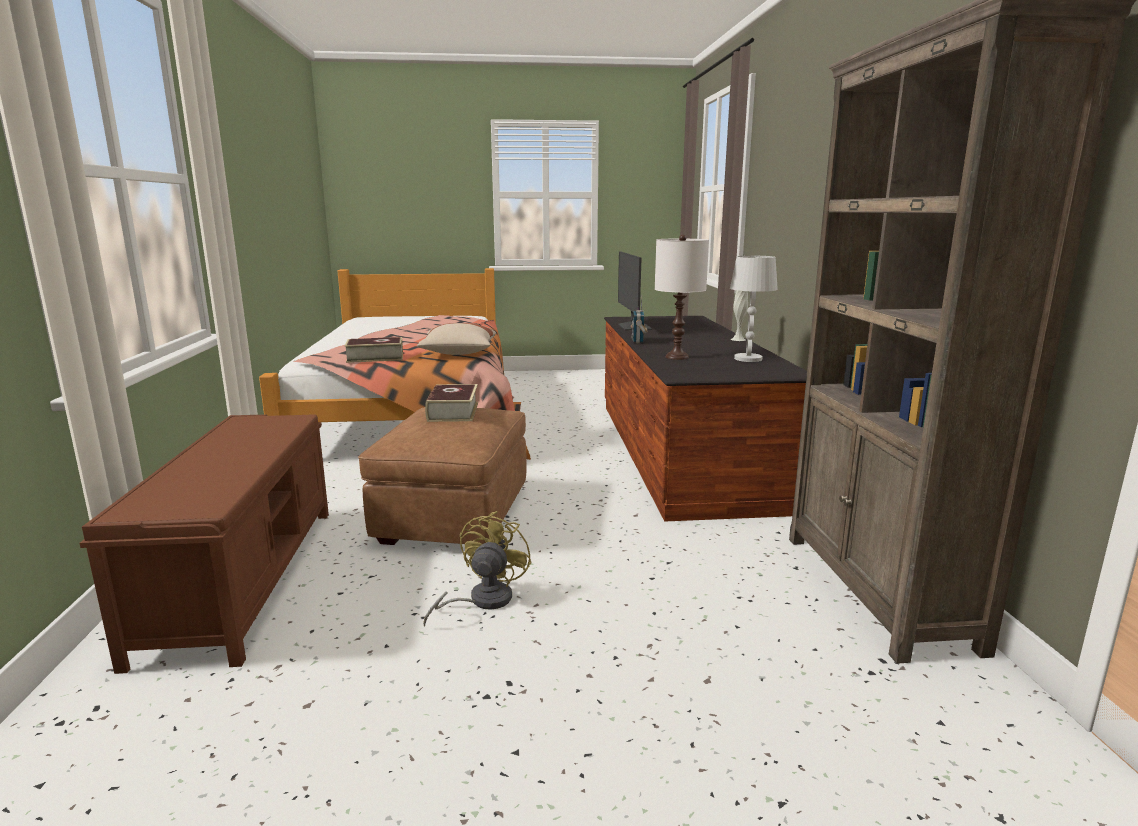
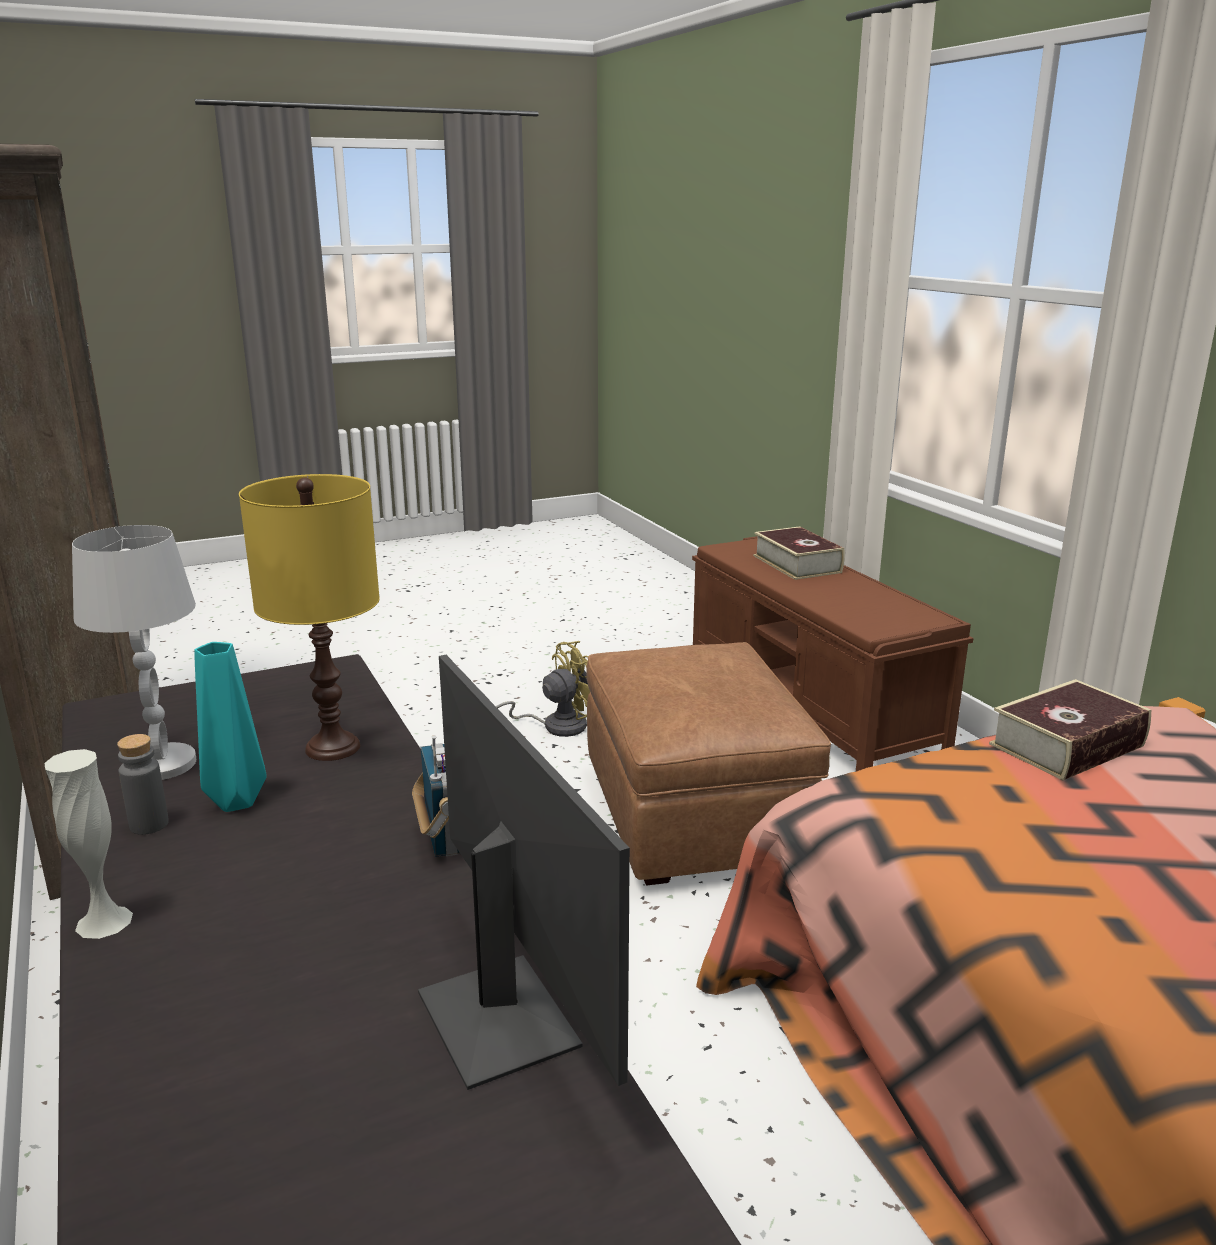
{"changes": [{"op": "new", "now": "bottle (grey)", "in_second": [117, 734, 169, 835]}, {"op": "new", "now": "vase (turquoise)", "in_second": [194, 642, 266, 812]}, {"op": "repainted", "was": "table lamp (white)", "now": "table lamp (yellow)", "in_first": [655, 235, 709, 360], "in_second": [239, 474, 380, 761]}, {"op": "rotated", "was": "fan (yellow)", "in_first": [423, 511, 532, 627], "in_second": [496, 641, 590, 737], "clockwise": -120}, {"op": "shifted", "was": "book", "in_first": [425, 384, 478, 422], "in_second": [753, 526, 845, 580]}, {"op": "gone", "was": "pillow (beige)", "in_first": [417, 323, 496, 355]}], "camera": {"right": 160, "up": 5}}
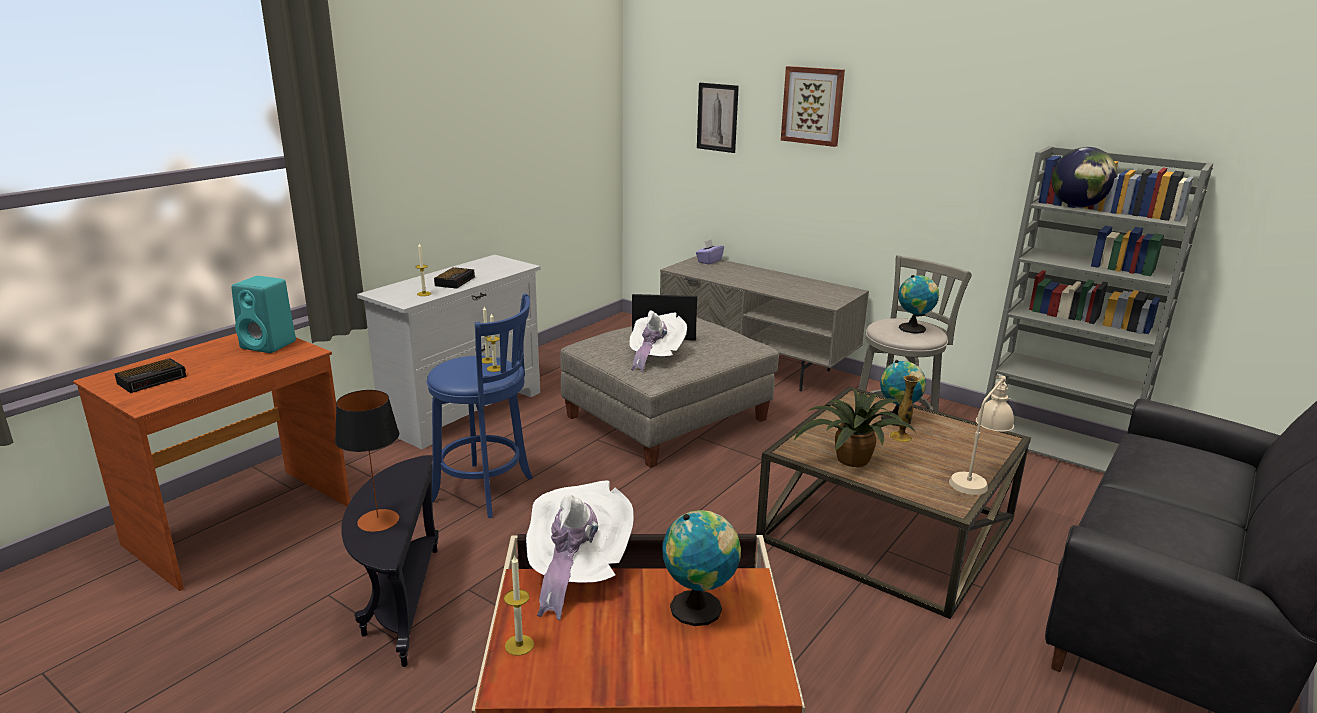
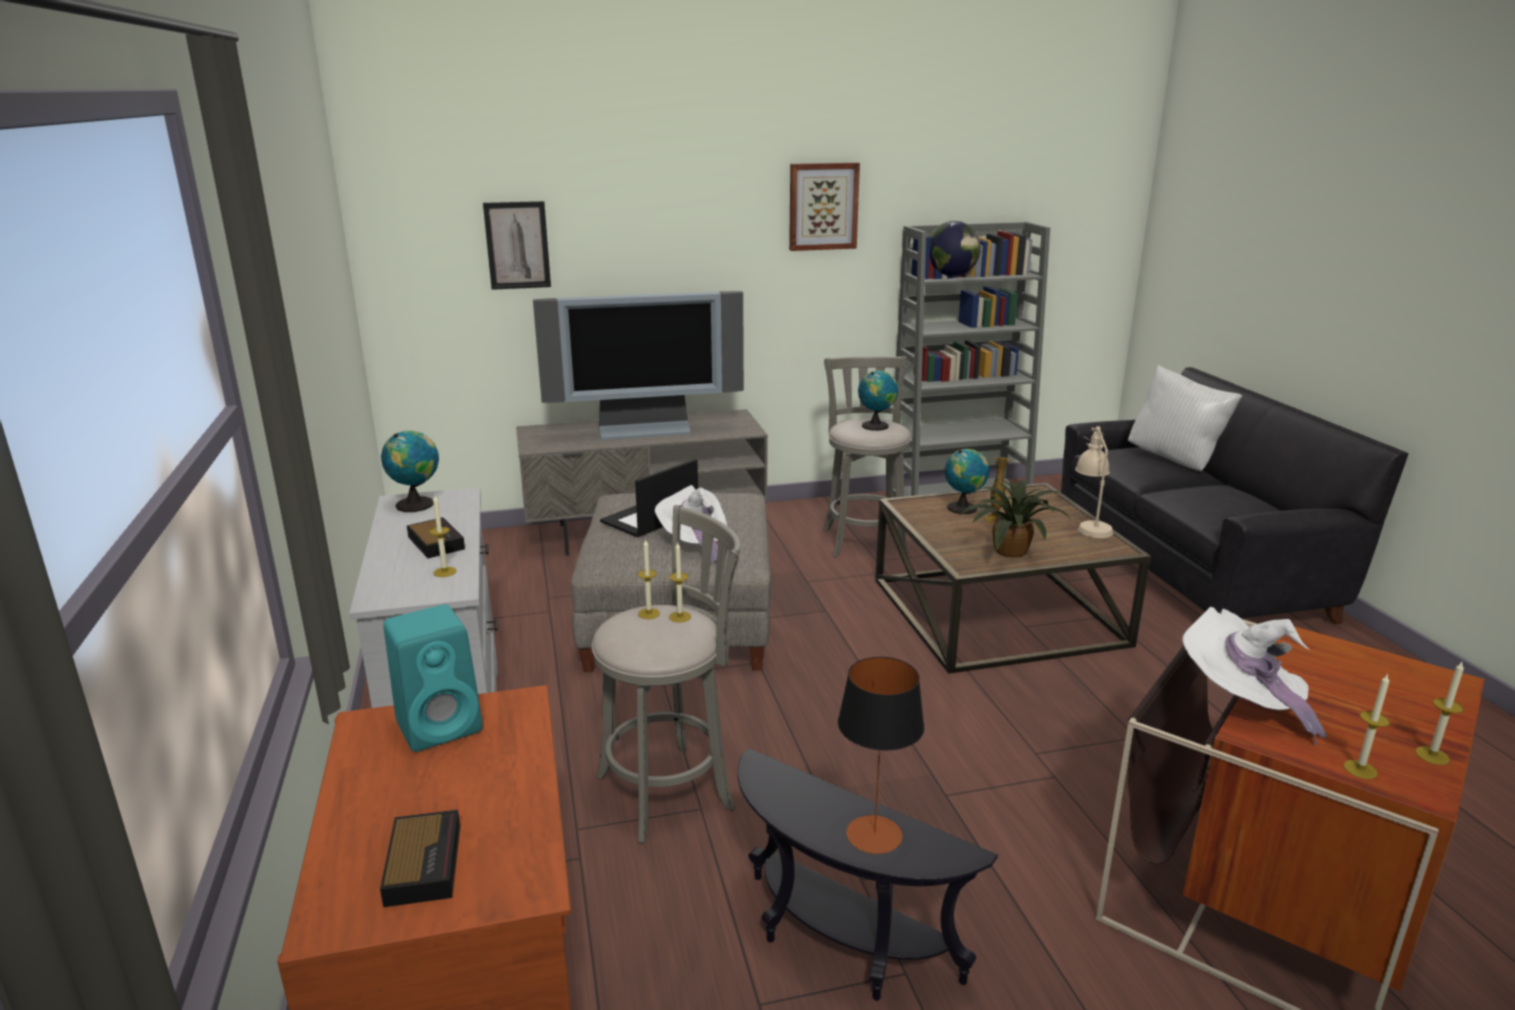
{"changes": [{"op": "shifted", "was": "globe", "in_first": [662, 510, 741, 626], "in_second": [381, 431, 439, 512]}, {"op": "new", "now": "television", "in_second": [533, 291, 744, 440]}, {"op": "repainted", "was": "stool (blue)", "now": "stool (grey)", "in_first": [427, 293, 533, 518], "in_second": [592, 505, 741, 844]}, {"op": "shifted", "was": "picture", "in_first": [781, 66, 845, 147], "in_second": [789, 163, 860, 251]}, {"op": "new", "now": "pillow (white)", "in_second": [1128, 365, 1242, 471]}, {"op": "new", "now": "candle", "in_second": [1415, 662, 1464, 765]}, {"op": "gone", "was": "tissue box (purple)", "in_first": [696, 239, 724, 265]}], "camera": {"right": -50, "up": 0}}
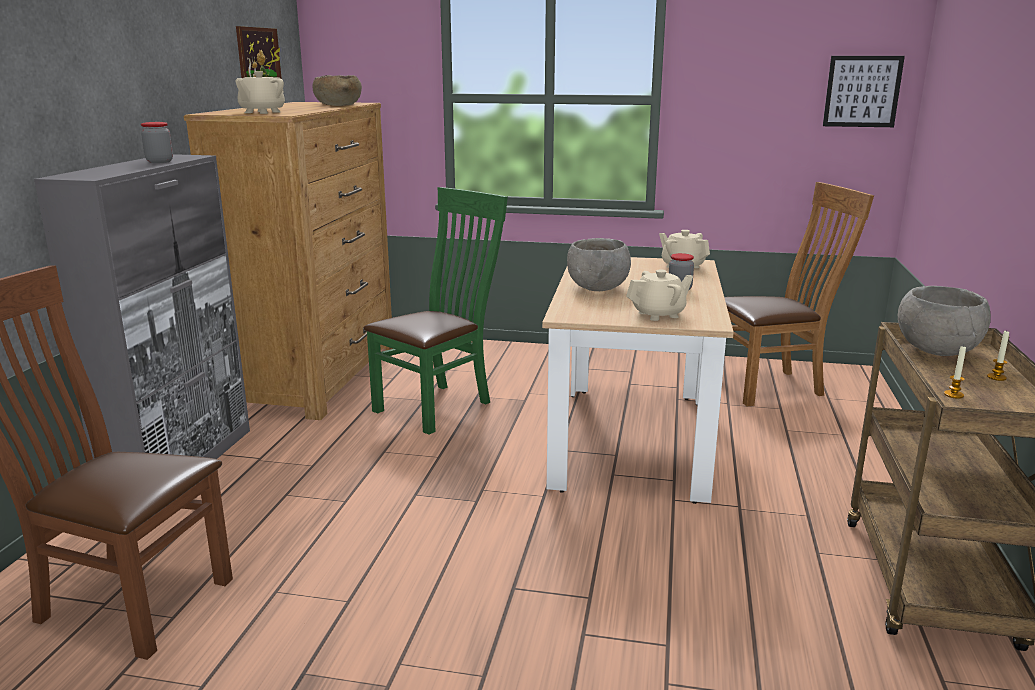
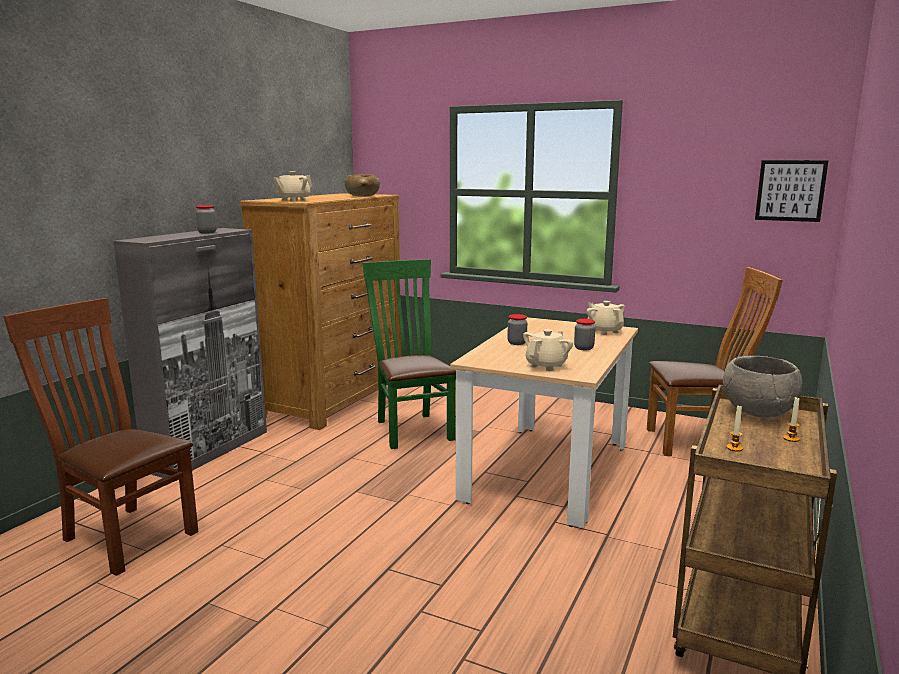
{"changes": [{"op": "rotated", "was": "chair (green)", "in_first": [363, 187, 508, 435], "in_second": [362, 259, 456, 449], "clockwise": -75}, {"op": "swapped", "was": "bowl (grey)", "now": "jar", "in_first": [567, 238, 631, 291], "in_second": [507, 314, 527, 345]}, {"op": "rotated", "was": "teapot (beige)", "in_first": [626, 269, 693, 321], "in_second": [523, 329, 573, 371], "clockwise": -45}, {"op": "gone", "was": "picture", "in_first": [236, 26, 282, 79]}], "camera": {"right": 15, "up": -5}}
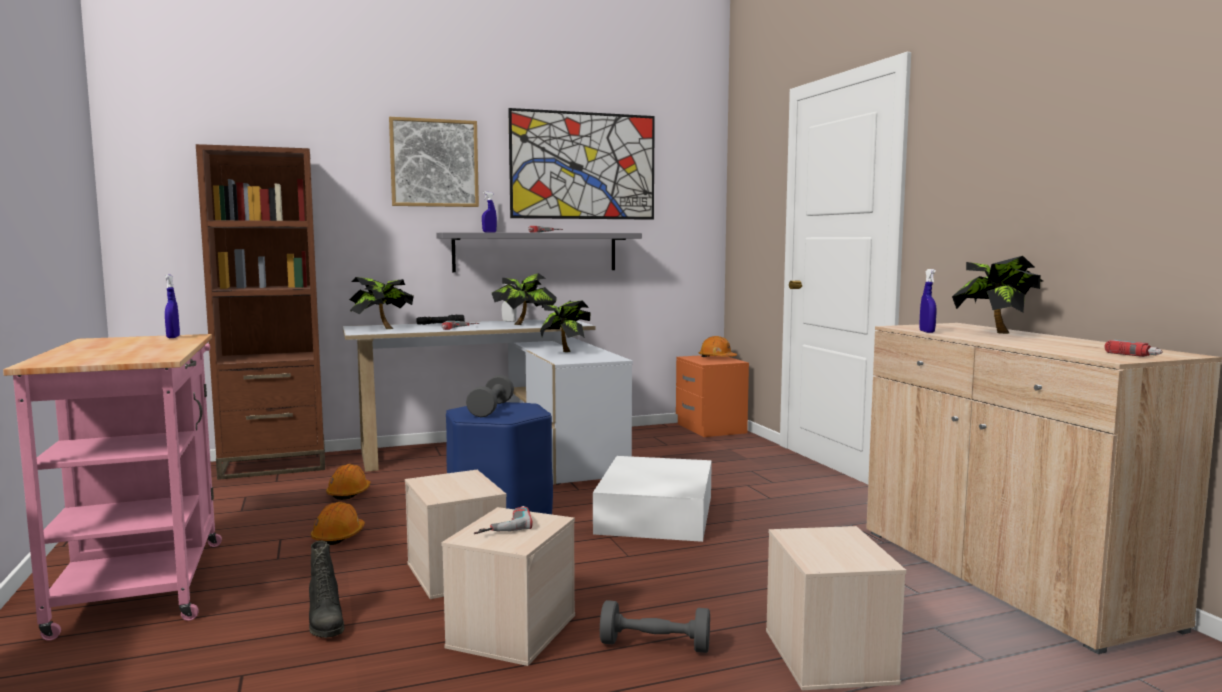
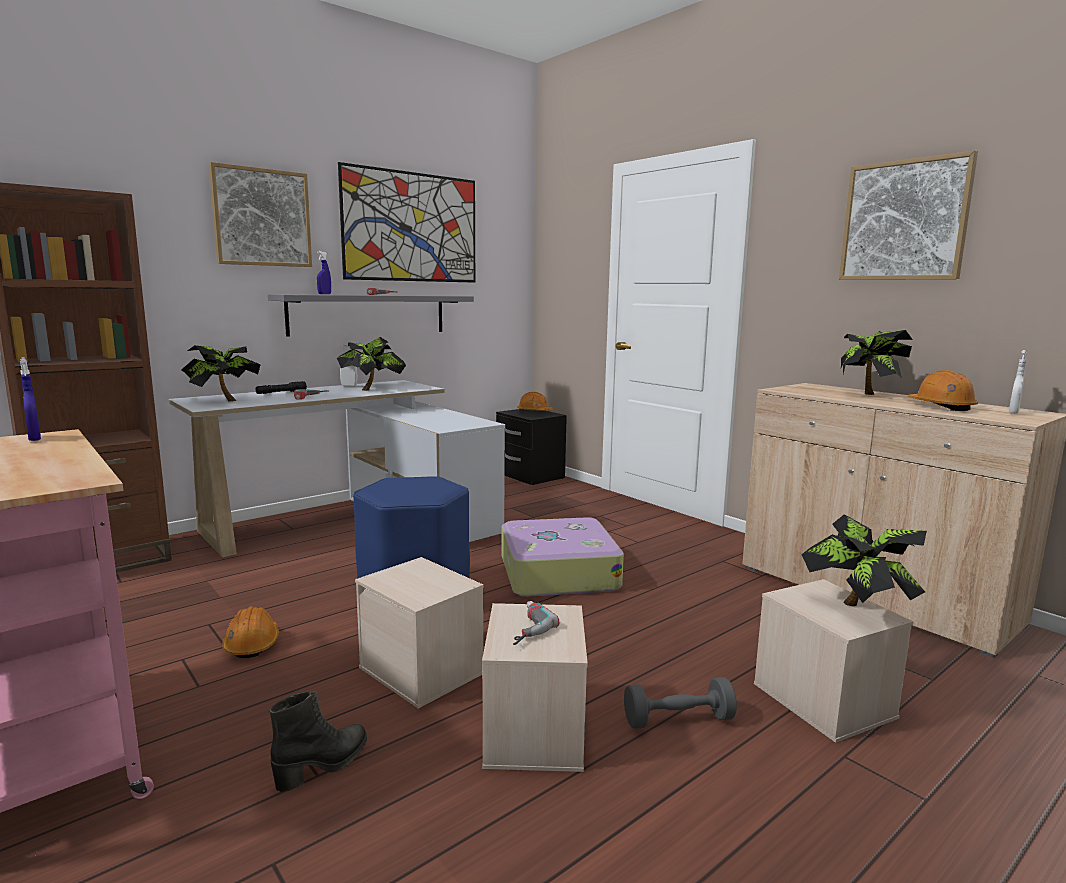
{"changes": [{"op": "rotated", "was": "boot (black)", "in_first": [309, 541, 344, 638], "in_second": [269, 691, 367, 792], "clockwise": -90}, {"op": "repainted", "was": "nightstand (orange)", "now": "nightstand (black)", "in_first": [676, 355, 749, 437], "in_second": [496, 409, 567, 485]}, {"op": "swapped", "was": "storage box (white)", "now": "suitcase", "in_first": [593, 456, 712, 542], "in_second": [501, 517, 624, 597]}, {"op": "shifted", "was": "potted plant", "in_first": [540, 300, 591, 352], "in_second": [801, 514, 927, 606]}, {"op": "new", "now": "picture", "in_second": [839, 151, 978, 280]}, {"op": "shifted", "was": "hard hat (orange)", "in_first": [326, 464, 371, 500], "in_second": [908, 370, 978, 411]}, {"op": "swapped", "was": "power drill", "now": "spray bottle (white)", "in_first": [1104, 339, 1163, 357], "in_second": [1009, 350, 1027, 414]}, {"op": "gone", "was": "dumbbell (grey)", "in_first": [466, 375, 514, 417]}, {"op": "gone", "was": "spray bottle (blue)", "in_first": [920, 269, 937, 333]}], "camera": {"right": -20, "up": 5}}
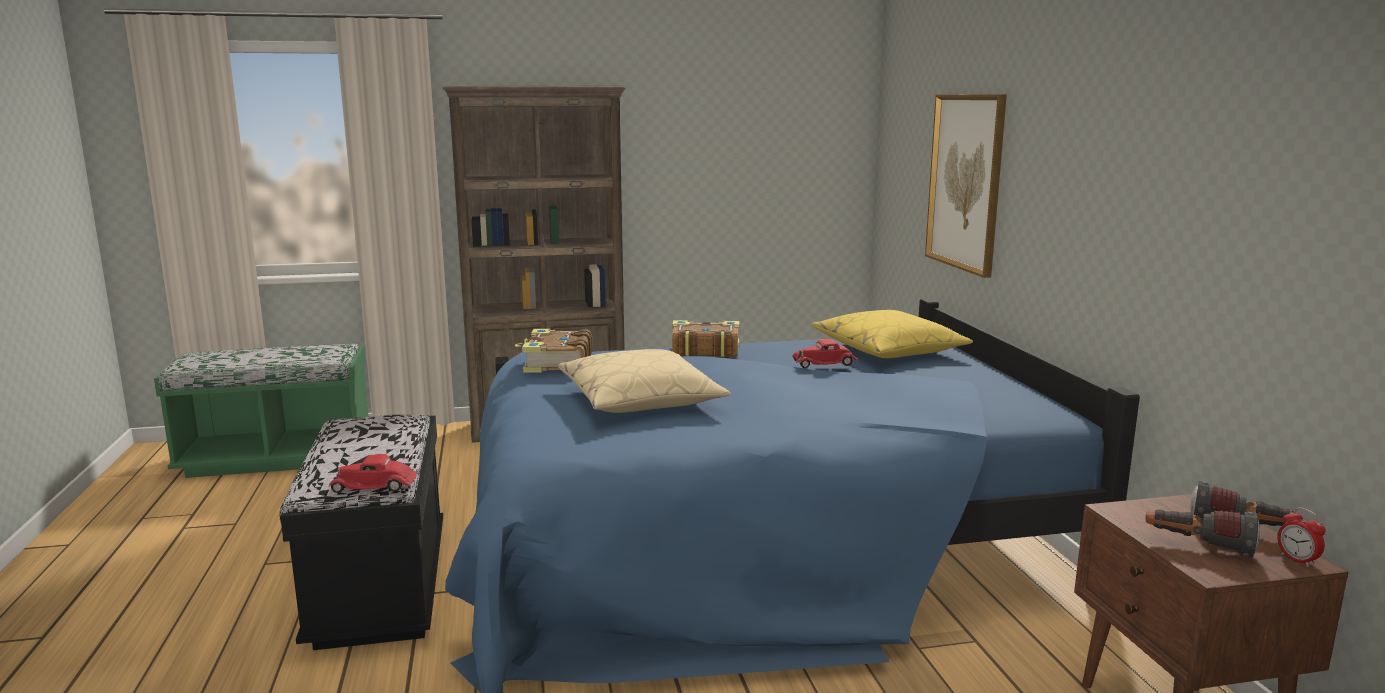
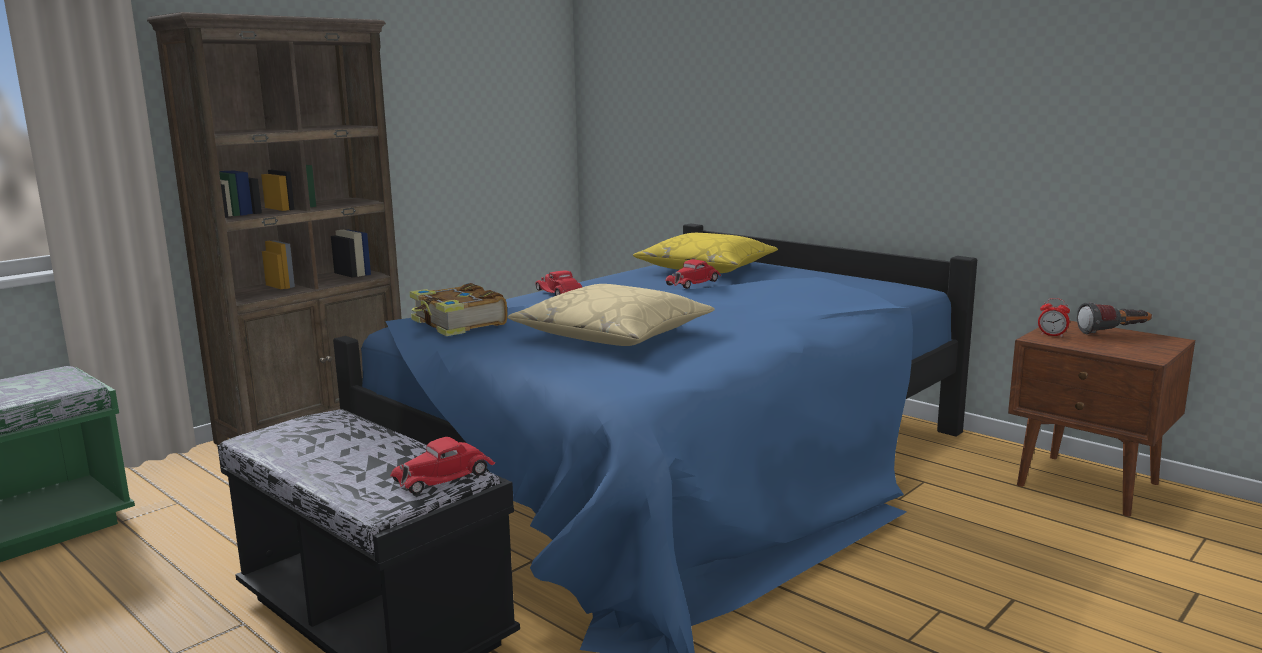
{"changes": [{"op": "swapped", "was": "book", "now": "toy car (red)", "in_first": [672, 320, 739, 358], "in_second": [535, 270, 582, 296]}, {"op": "shifted", "was": "alarm clock", "in_first": [1277, 507, 1326, 567], "in_second": [1038, 298, 1070, 337]}, {"op": "gone", "was": "picture", "in_first": [925, 94, 1007, 278]}, {"op": "gone", "was": "flashlight", "in_first": [1145, 509, 1260, 557]}], "camera": {"right": -35, "up": 0}}
